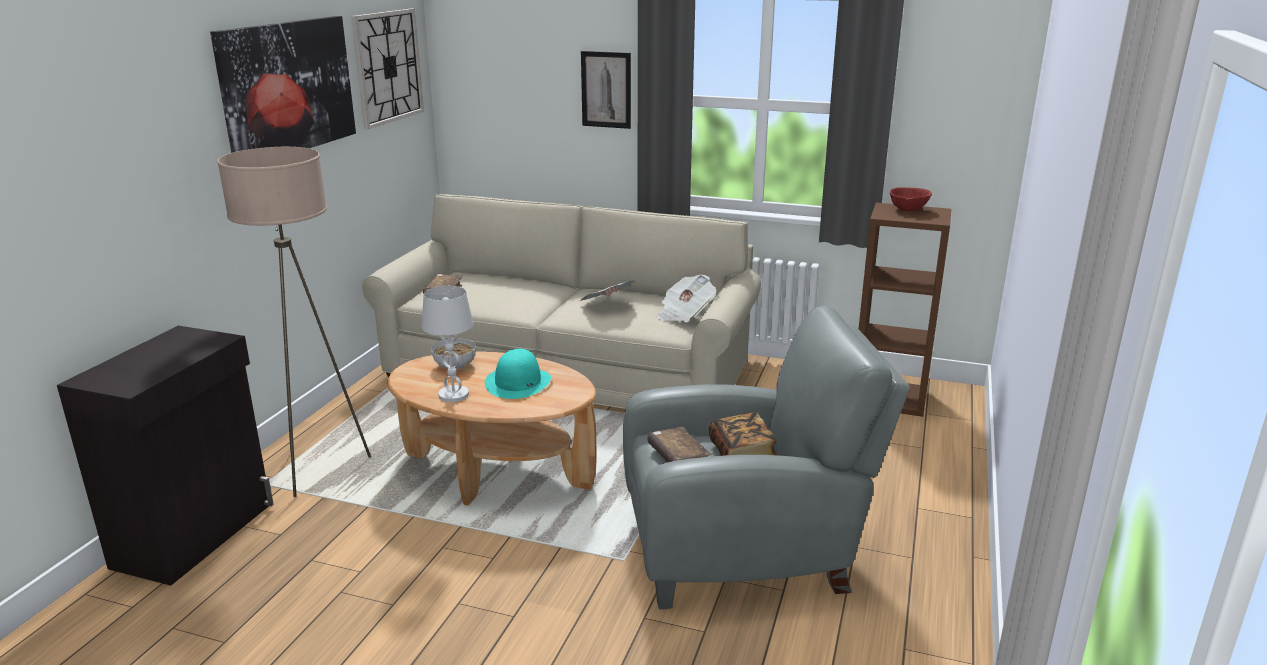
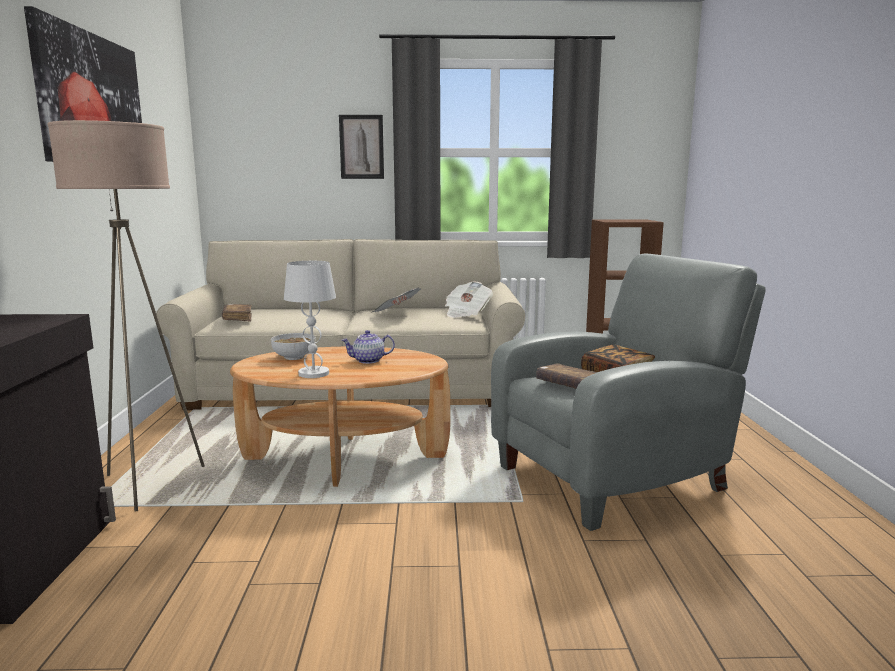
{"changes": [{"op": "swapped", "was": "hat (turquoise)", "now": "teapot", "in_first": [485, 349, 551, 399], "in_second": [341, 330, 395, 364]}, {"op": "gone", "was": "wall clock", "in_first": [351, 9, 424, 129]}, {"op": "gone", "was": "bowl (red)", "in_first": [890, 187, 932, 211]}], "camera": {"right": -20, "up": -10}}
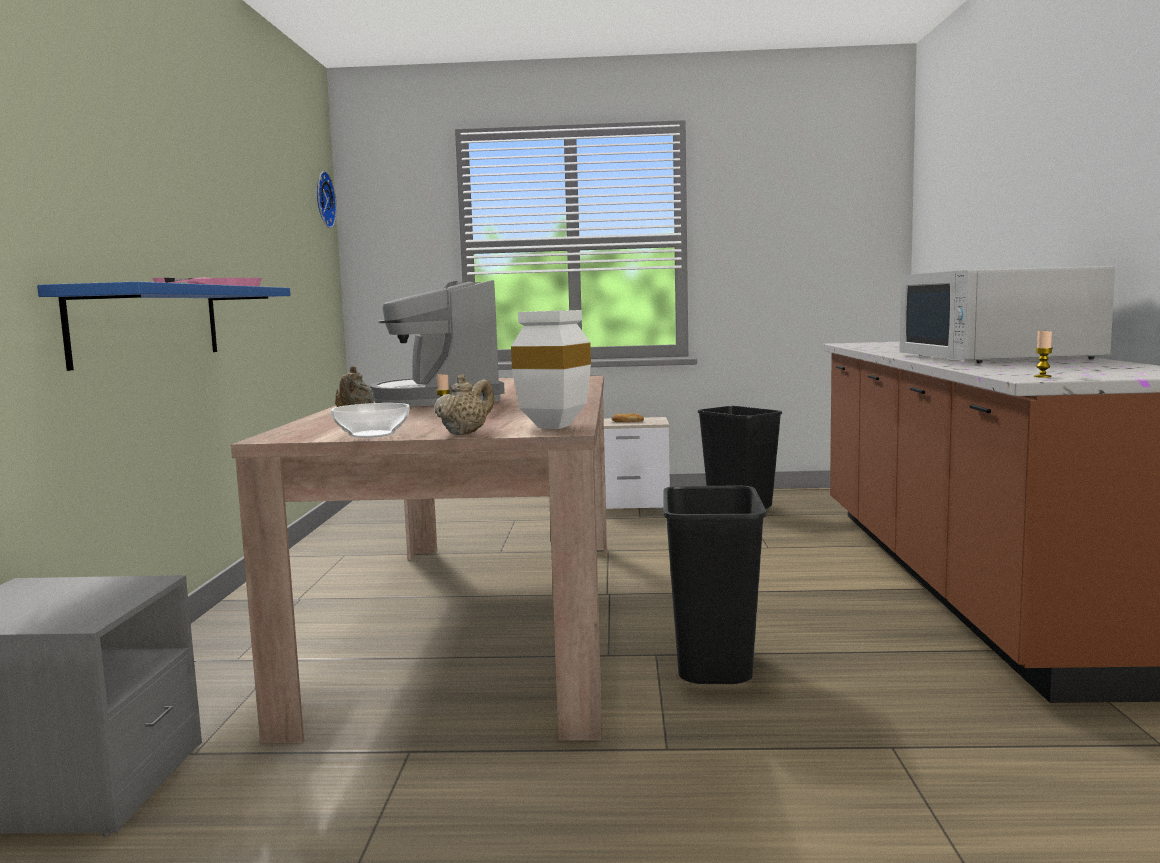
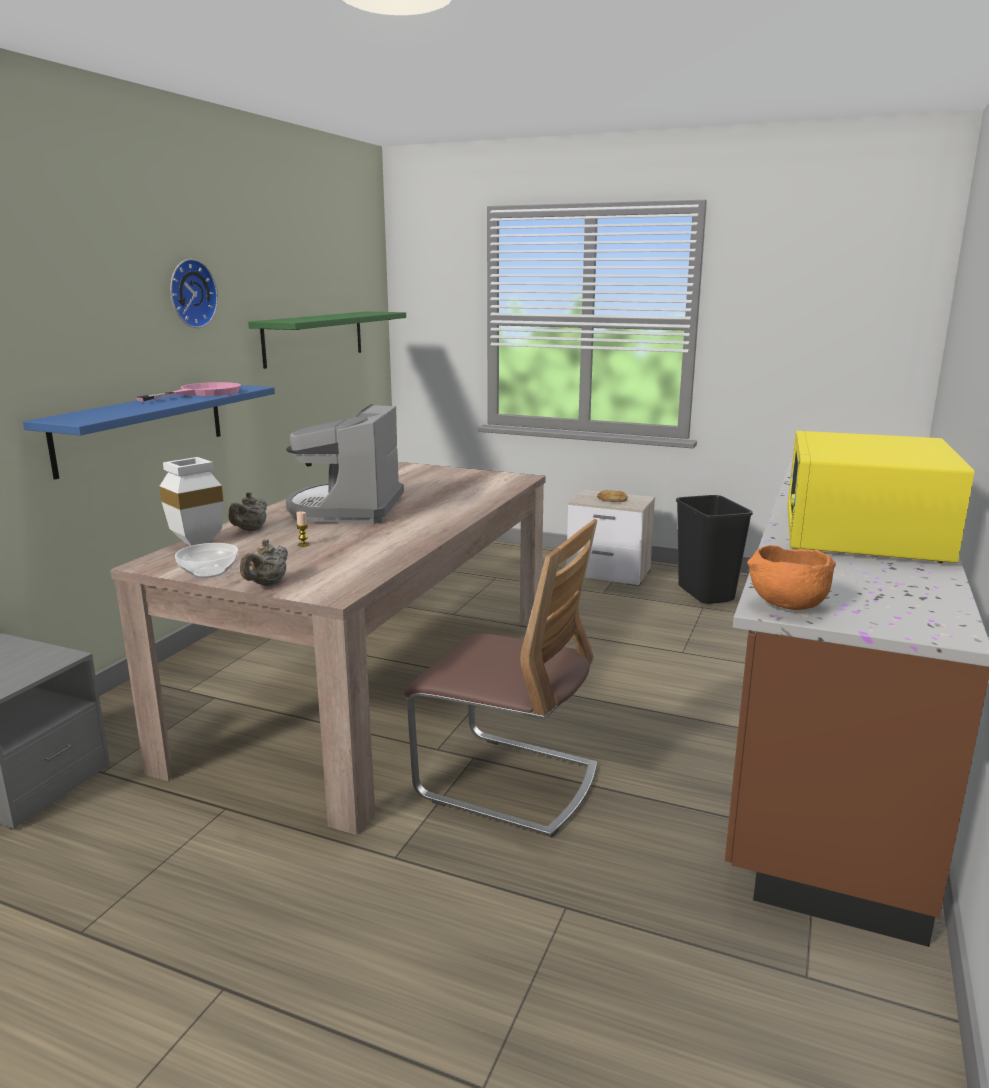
{"changes": [{"op": "shifted", "was": "vase (white)", "in_first": [511, 310, 591, 429], "in_second": [159, 457, 224, 546]}, {"op": "shifted", "was": "wall clock", "in_first": [317, 171, 337, 228], "in_second": [170, 259, 218, 328]}, {"op": "rotated", "was": "teapot (beige)", "in_first": [434, 374, 494, 435], "in_second": [240, 539, 288, 586], "clockwise": 150}, {"op": "new", "now": "shelf (green)", "in_second": [248, 311, 406, 369]}, {"op": "swapped", "was": "trash can (black)", "now": "chair", "in_first": [663, 486, 766, 684], "in_second": [404, 519, 597, 837]}, {"op": "swapped", "was": "candle", "now": "bowl (orange)", "in_first": [1034, 331, 1053, 378], "in_second": [747, 545, 836, 610]}, {"op": "repainted", "was": "microwave (white)", "now": "microwave (yellow)", "in_first": [900, 266, 1115, 363], "in_second": [787, 431, 974, 563]}], "camera": {"right": 20, "up": 10}}
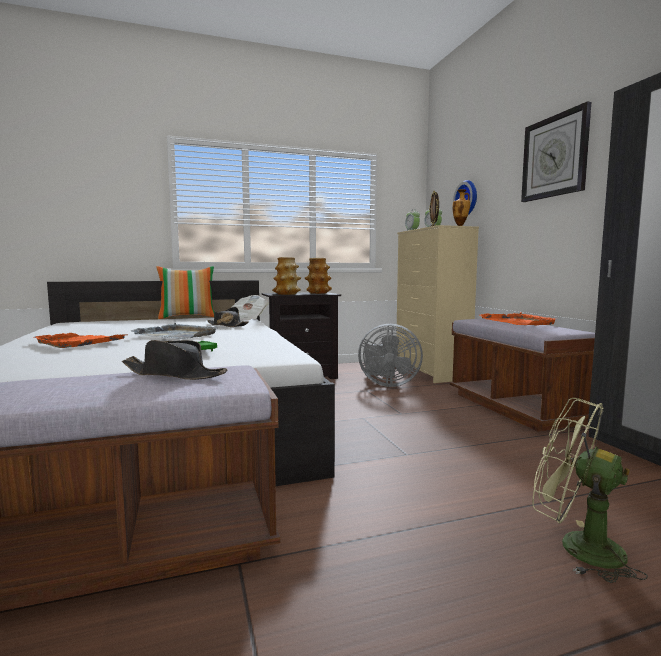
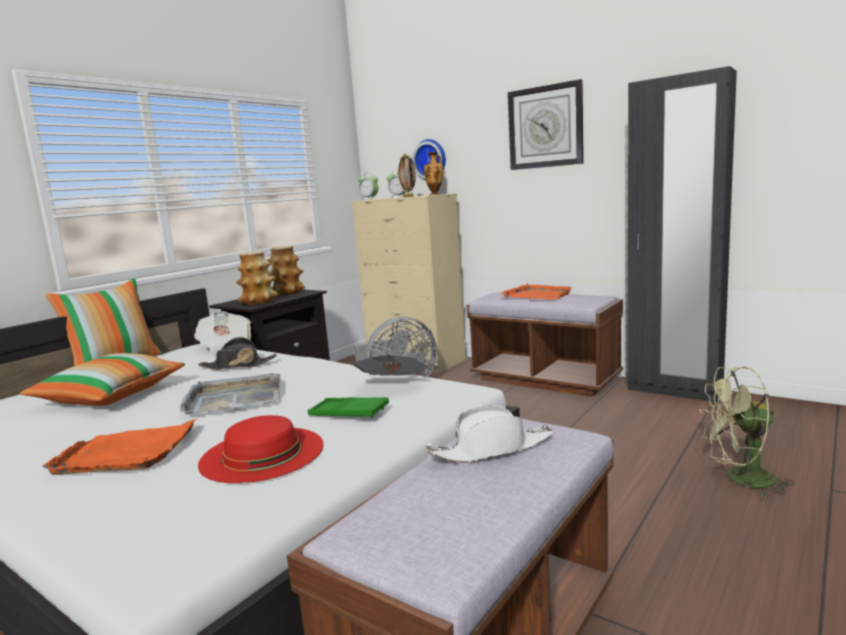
{"changes": [{"op": "new", "now": "pillow", "in_second": [20, 353, 185, 406]}, {"op": "new", "now": "hat (red)", "in_second": [198, 415, 323, 483]}, {"op": "new", "now": "newspaper", "in_second": [350, 355, 428, 376]}, {"op": "repainted", "was": "hat (black)", "now": "hat (white)", "in_first": [122, 340, 227, 380], "in_second": [426, 405, 553, 463]}], "camera": {"right": -35, "up": 5}}
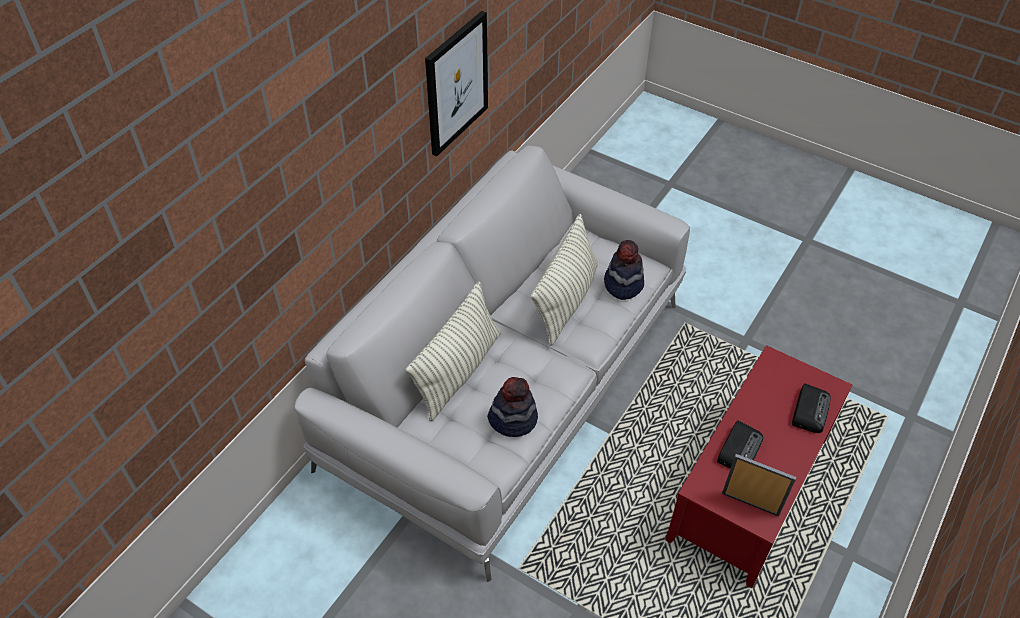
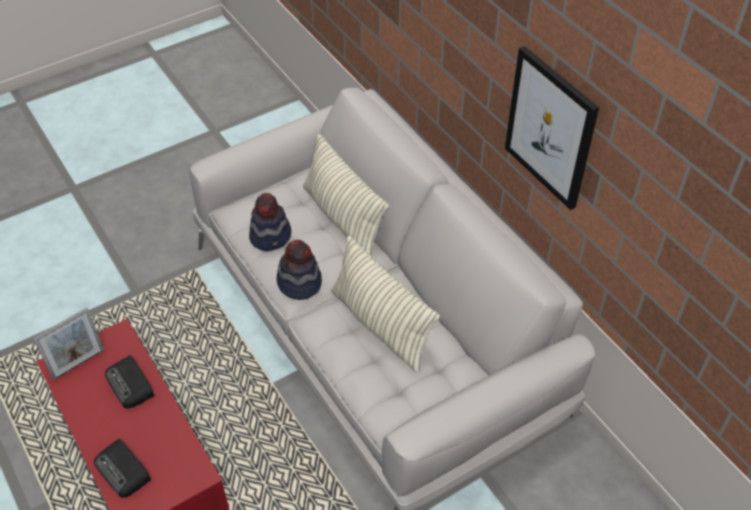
{"changes": [{"op": "shifted", "was": "hat", "in_first": [604, 240, 644, 300], "in_second": [277, 240, 322, 300]}], "camera": {"right": 115, "up": 0}}
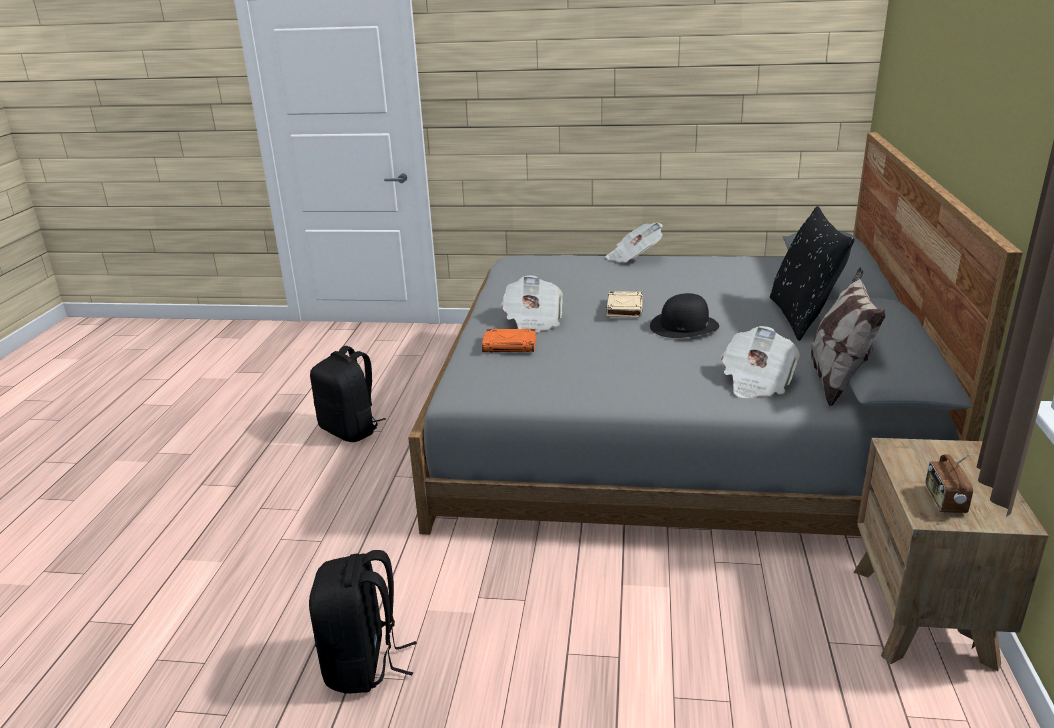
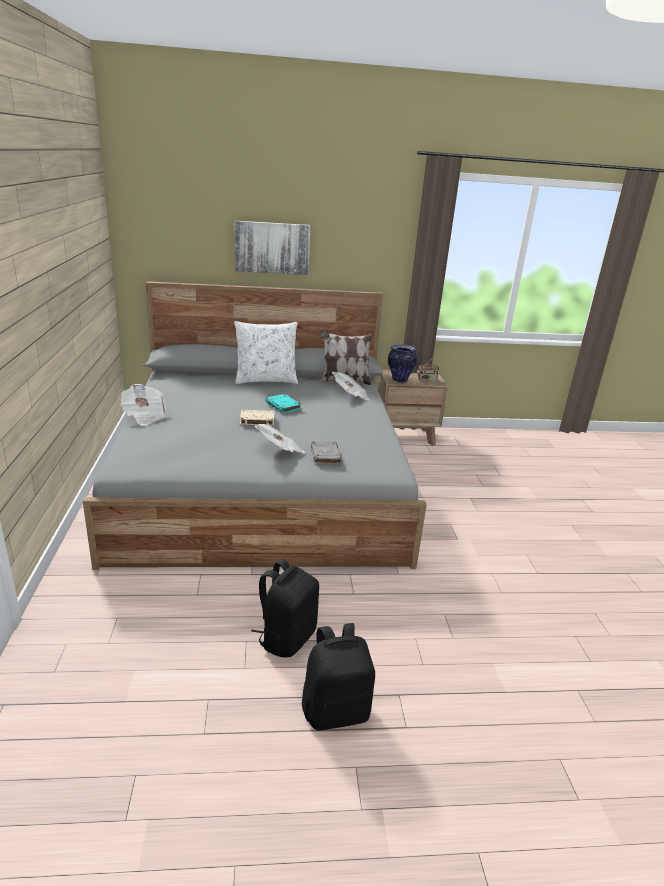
{"changes": [{"op": "repainted", "was": "pillow (black)", "now": "pillow (white)", "in_first": [770, 206, 855, 341], "in_second": [234, 321, 298, 384]}, {"op": "new", "now": "picture", "in_second": [235, 221, 311, 275]}, {"op": "swapped", "was": "hat (black)", "now": "book (turquoise)", "in_first": [650, 293, 719, 338], "in_second": [266, 394, 301, 413]}, {"op": "shifted", "was": "backpack (black)", "in_first": [309, 550, 417, 694], "in_second": [302, 623, 375, 730]}, {"op": "repainted", "was": "book (orange)", "now": "book (grey)", "in_first": [482, 328, 536, 352], "in_second": [311, 442, 342, 465]}, {"op": "new", "now": "vase", "in_second": [388, 345, 417, 382]}], "camera": {"right": -105, "up": 0}}
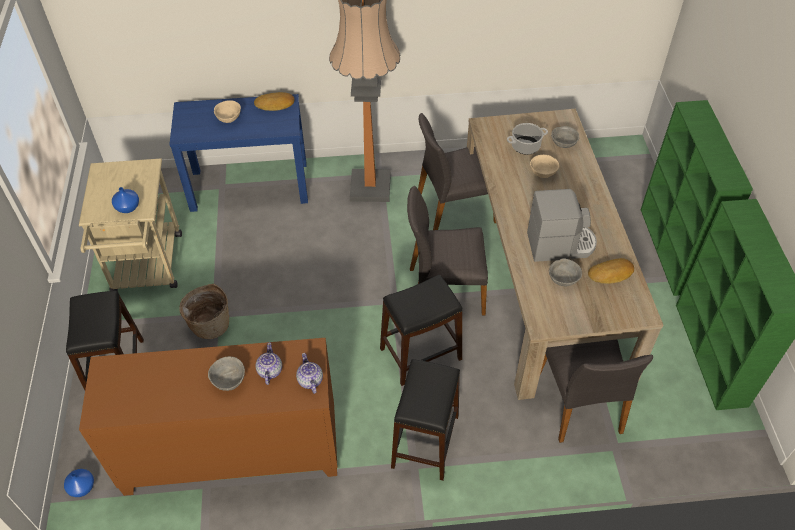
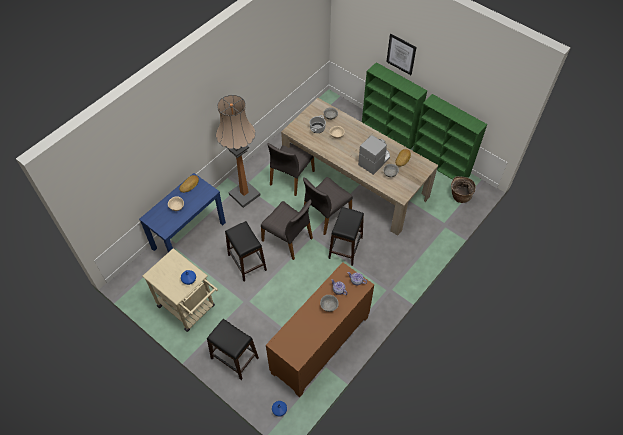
{"changes": [{"op": "shifted", "was": "stool (black)", "in_first": [391, 359, 460, 481], "in_second": [225, 221, 267, 282]}, {"op": "shifted", "was": "chair (grey)", "in_first": [540, 340, 653, 443], "in_second": [261, 199, 313, 260]}, {"op": "new", "now": "picture", "in_second": [386, 34, 417, 75]}, {"op": "shifted", "was": "basket", "in_first": [179, 284, 229, 339], "in_second": [451, 176, 476, 203]}], "camera": {"right": -45, "up": 5}}
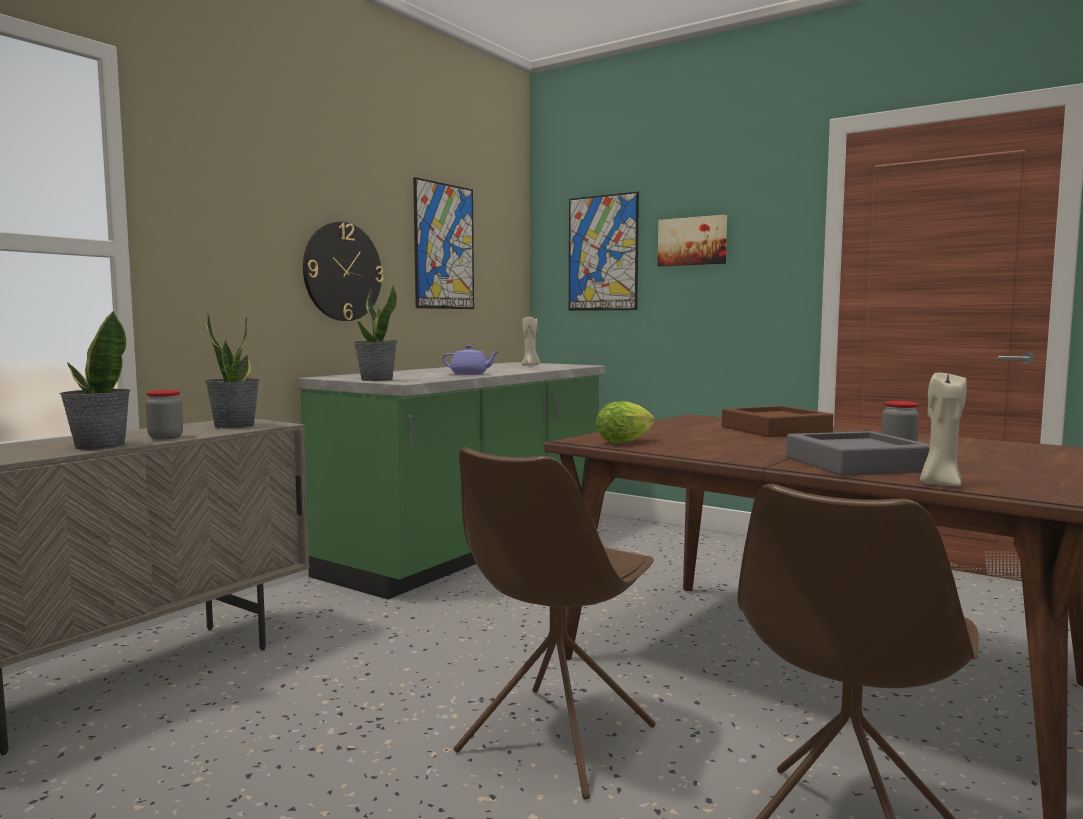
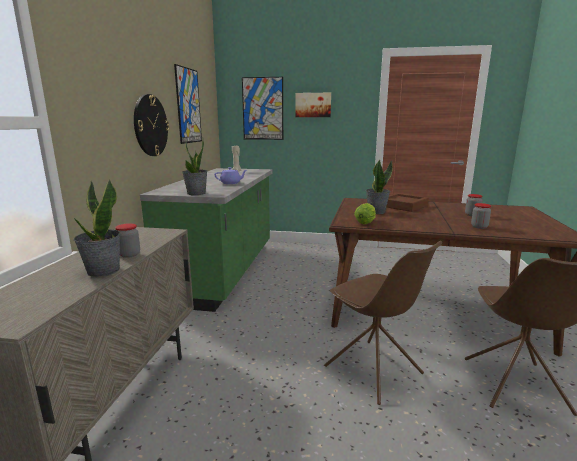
{"changes": [{"op": "rotated", "was": "chair (brown)", "in_first": [454, 447, 656, 799], "in_second": [324, 241, 442, 405], "clockwise": -45}, {"op": "shifted", "was": "potted plant", "in_first": [205, 312, 260, 429], "in_second": [366, 159, 392, 214]}, {"op": "swapped", "was": "tray (grey)", "now": "jar", "in_first": [786, 431, 930, 476], "in_second": [471, 203, 491, 229]}, {"op": "gone", "was": "candle (beige)", "in_first": [920, 370, 967, 486]}], "camera": {"right": -25, "up": 10}}
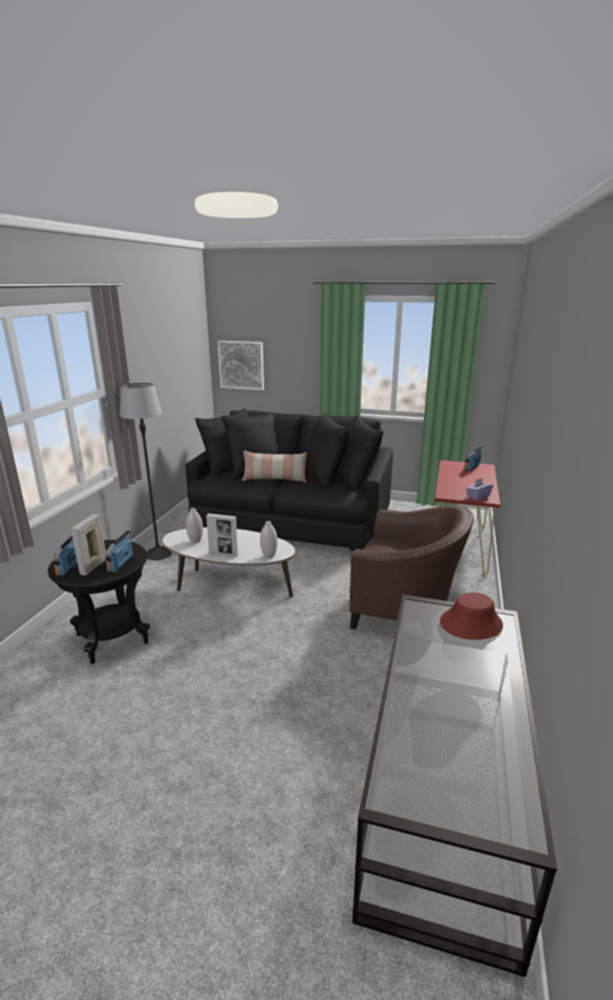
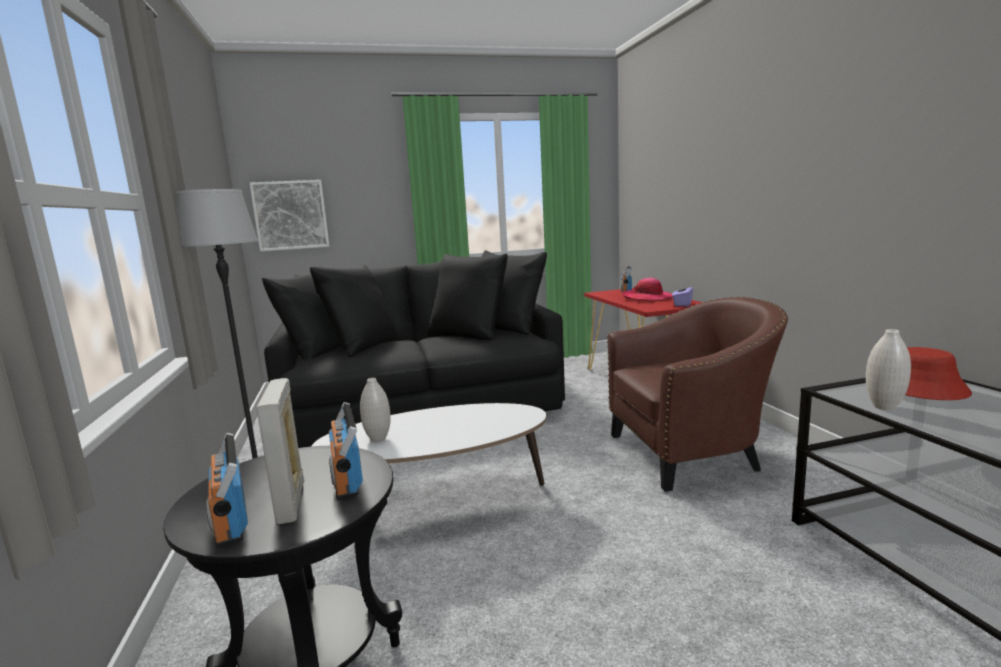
{"changes": [{"op": "new", "now": "hat", "in_second": [622, 278, 673, 301]}, {"op": "shifted", "was": "vase (white)", "in_first": [260, 521, 278, 558], "in_second": [866, 329, 911, 410]}, {"op": "gone", "was": "picture frame", "in_first": [206, 513, 238, 557]}, {"op": "gone", "was": "pillow", "in_first": [242, 450, 307, 483]}], "camera": {"right": -30, "up": -10}}
